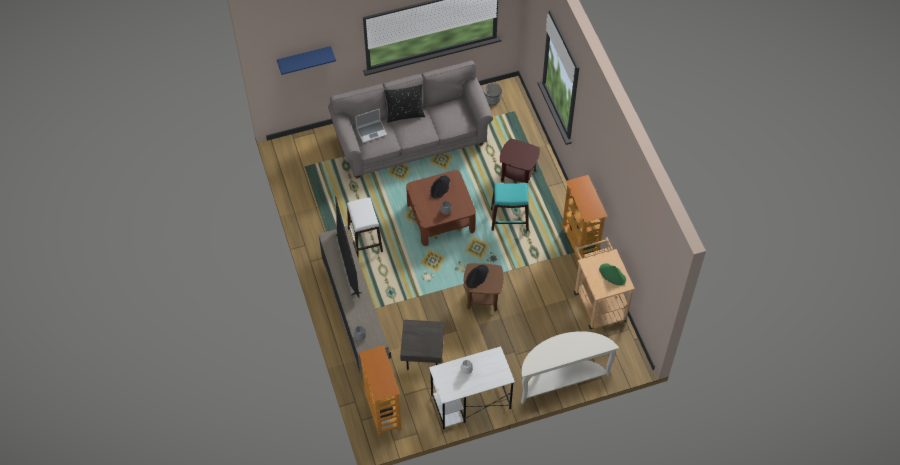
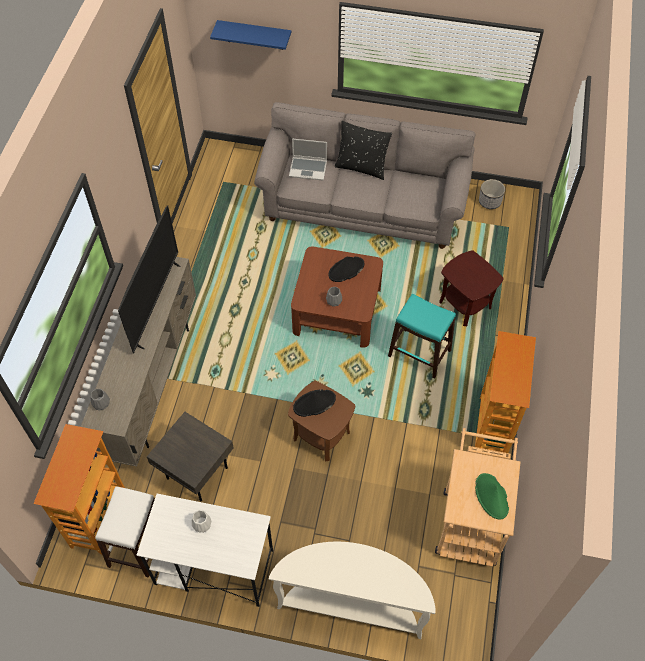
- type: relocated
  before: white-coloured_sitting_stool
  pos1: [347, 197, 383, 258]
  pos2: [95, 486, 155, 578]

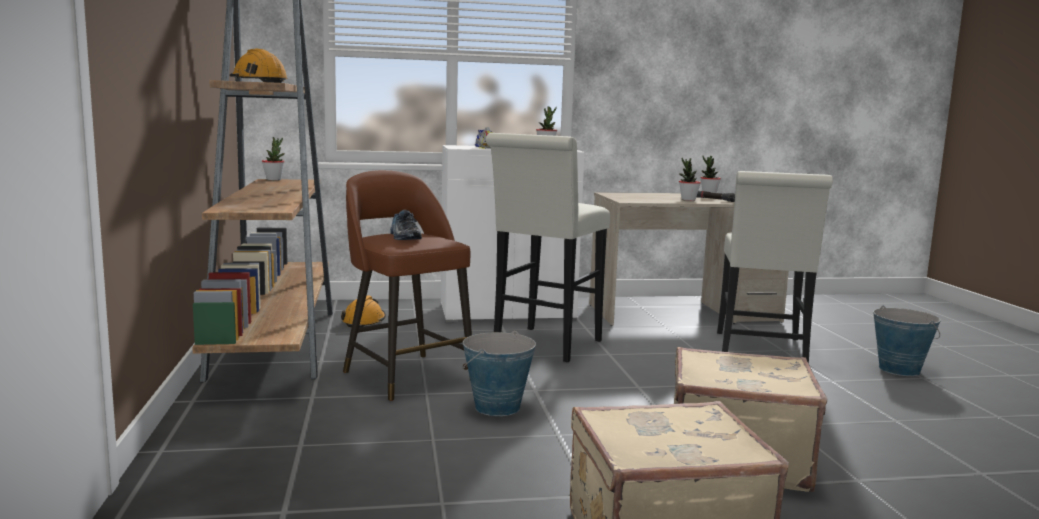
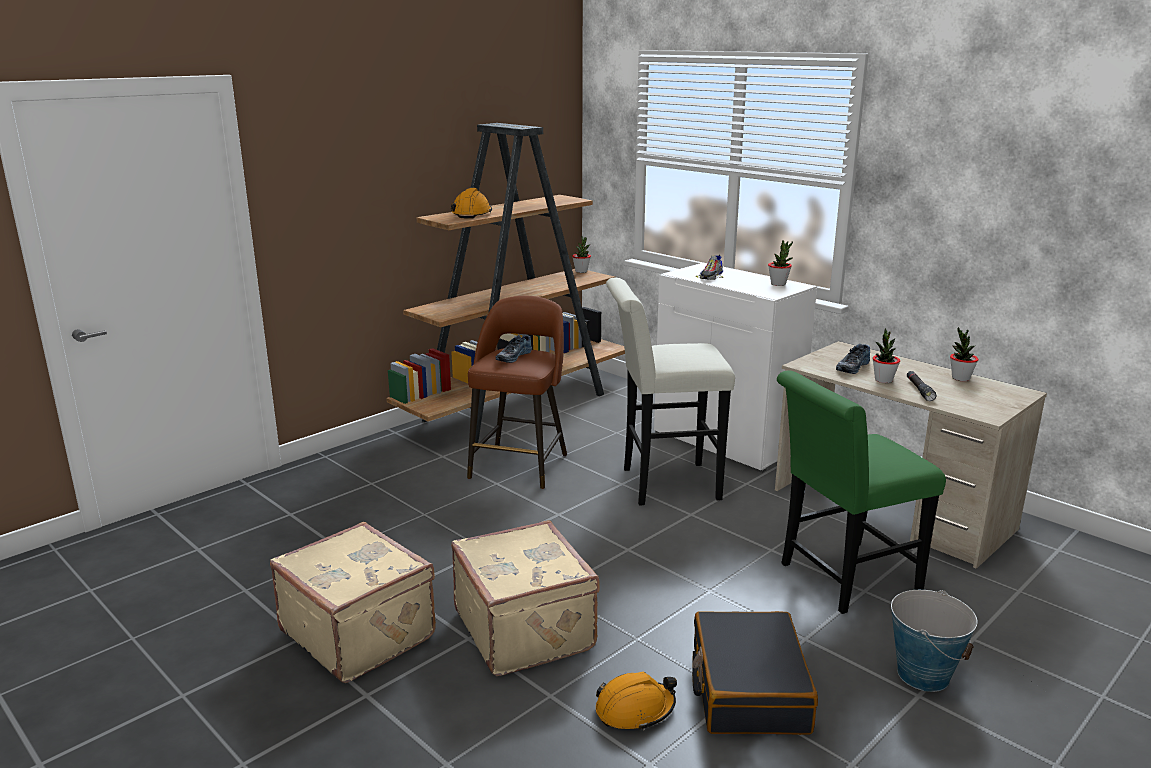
- type: relocated
  before: orangey_hard_hat
  pos1: [341, 295, 386, 328]
  pos2: [596, 672, 677, 731]
- type: appeared
  after: black-coloured_piece_of_luggage
  pos2: [692, 611, 818, 735]
- type: colour
  before: white-coloured_plain_chair
  after: greenish_plain_chair
  pos1: [717, 171, 833, 363]
  pos2: [777, 370, 946, 614]
- type: appeared
  after: shoe
  pos2: [836, 344, 870, 374]
- type: missing
  before: water_bucket
  pos1: [462, 331, 536, 416]

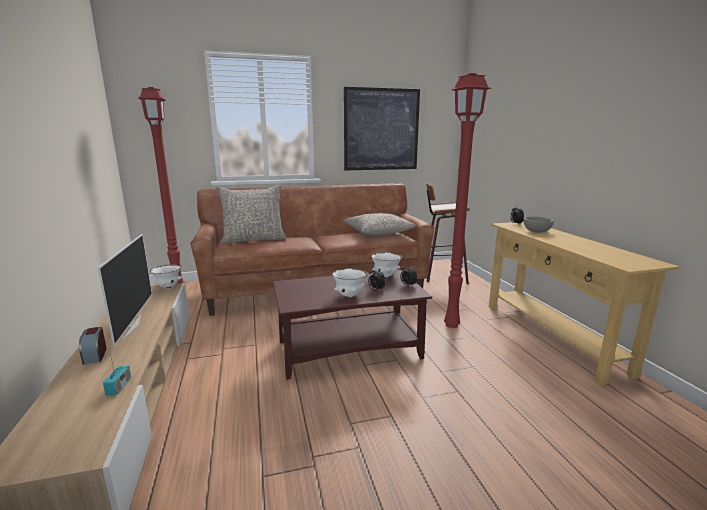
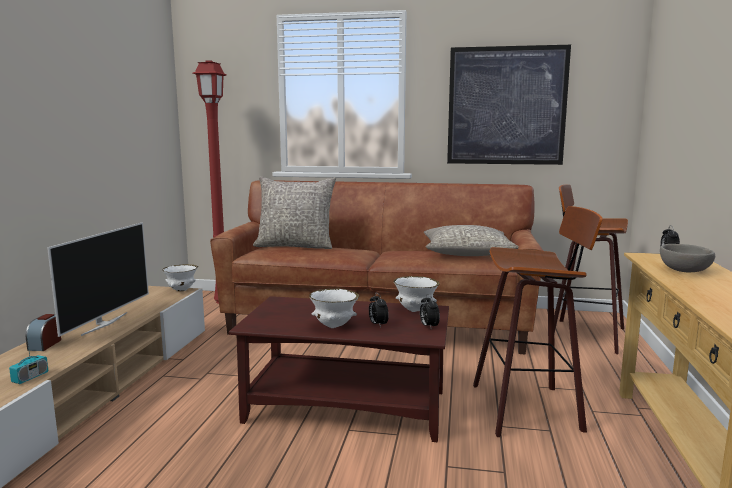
- type: exchanged
  before: red-coloured_floor_lamp
  after: sitting_stool
  pos1: [444, 73, 491, 328]
  pos2: [473, 206, 603, 437]

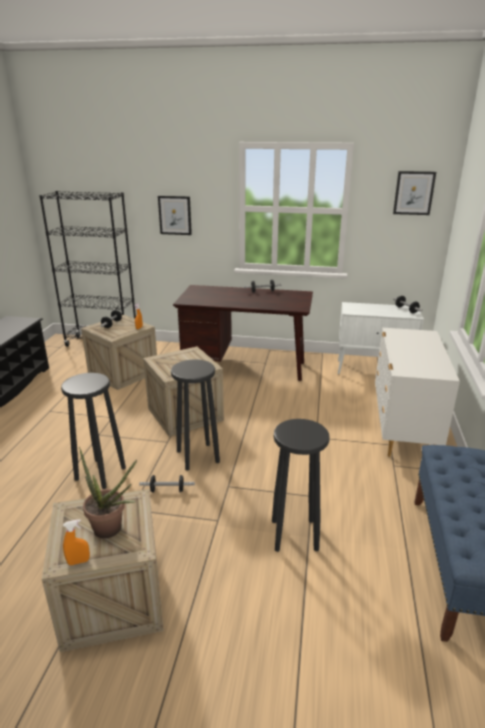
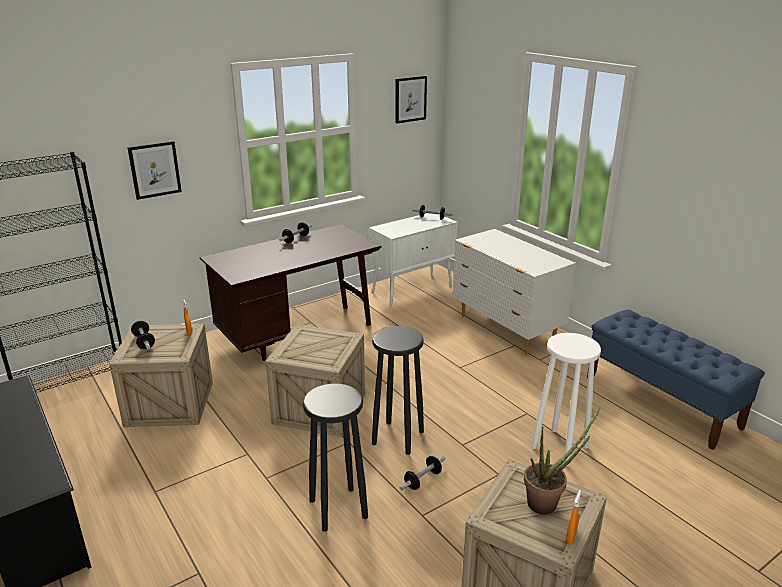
- type: colour
  before: black-coloured_sitting_stool
  after: white-coloured_sitting_stool
  pos1: [272, 419, 329, 552]
  pos2: [532, 333, 601, 466]

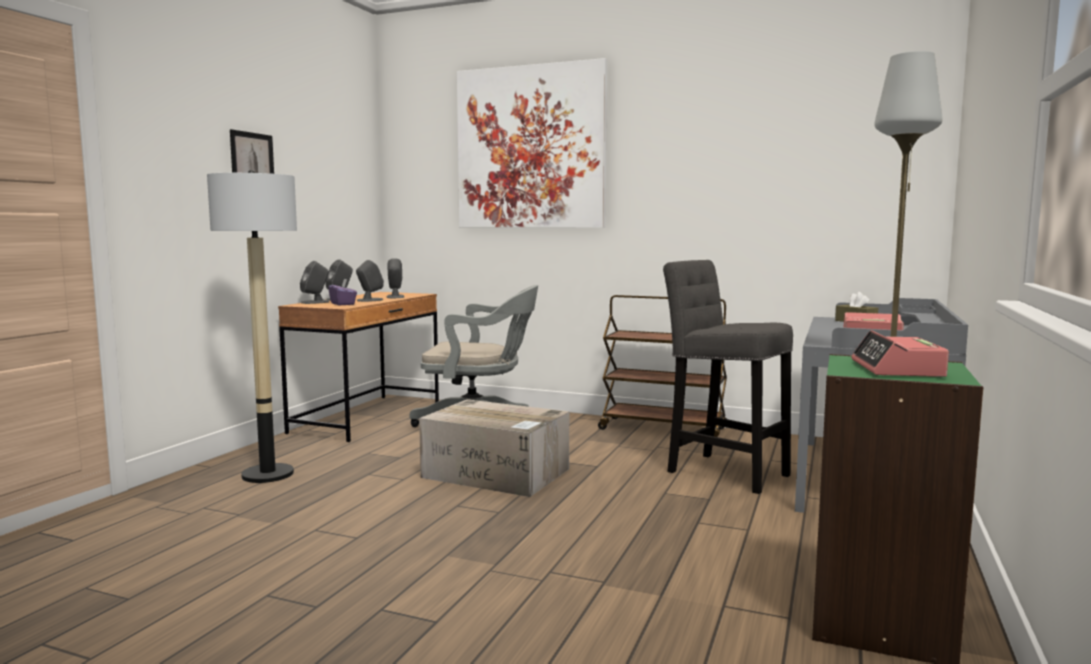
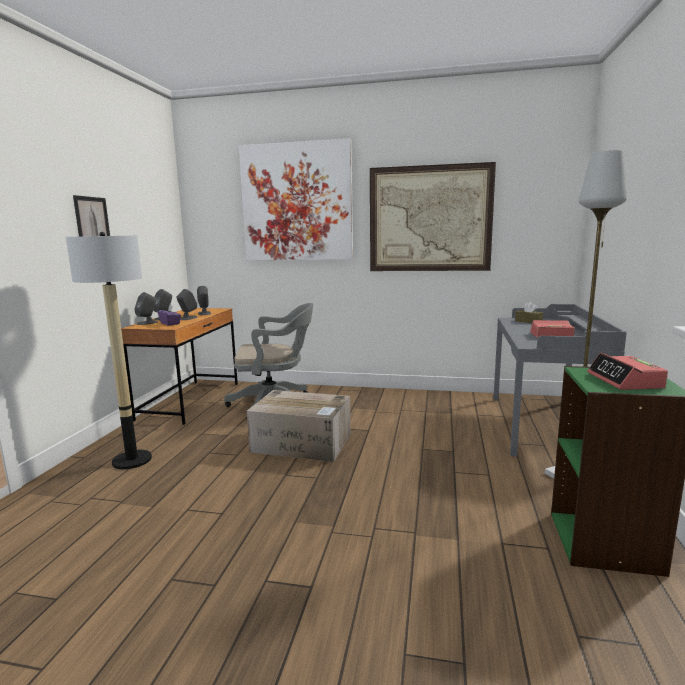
- type: appeared
  after: wall_art
  pos2: [370, 162, 496, 271]
- type: missing
  before: brown_cart
  pos1: [598, 295, 727, 437]
- type: missing
  before: grey_sitting_stool
  pos1: [663, 260, 793, 494]

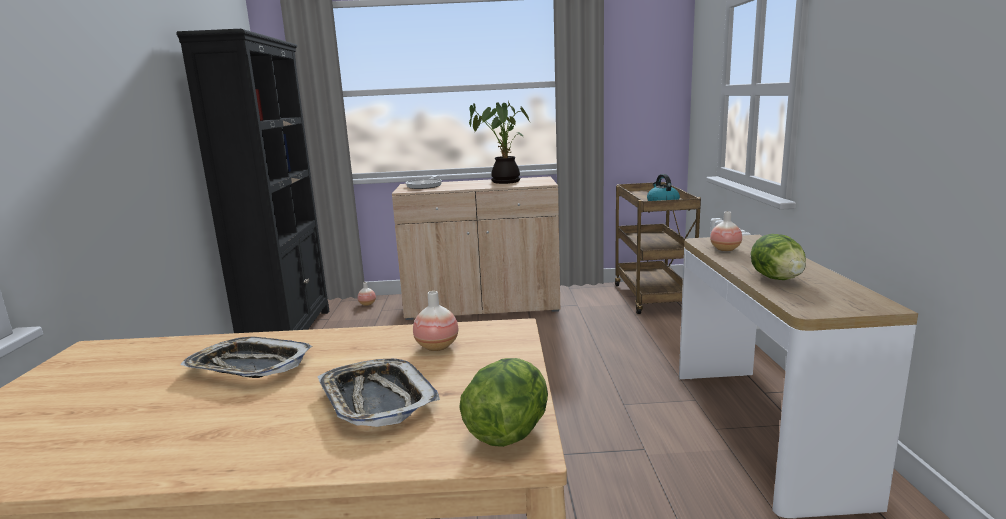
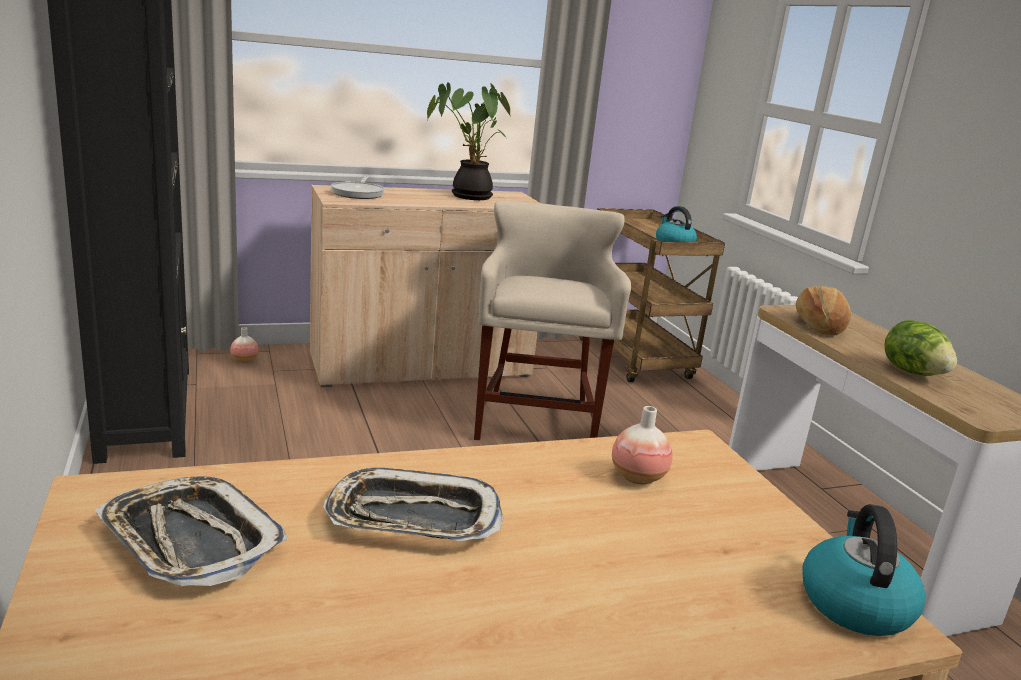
- type: relocated
  before: serving_tray
  pos1: [317, 359, 440, 427]
  pos2: [95, 476, 288, 586]
- type: appeared
  after: beige_sitting_stool
  pos2: [474, 200, 631, 440]
- type: exchanged
  before: flower_vase
  after: baked_bread
  pos1: [710, 211, 742, 251]
  pos2: [796, 286, 851, 336]
- type: exchanged
  before: lettuce_head
  after: water_kettle
  pos1: [459, 358, 548, 447]
  pos2: [802, 504, 926, 636]

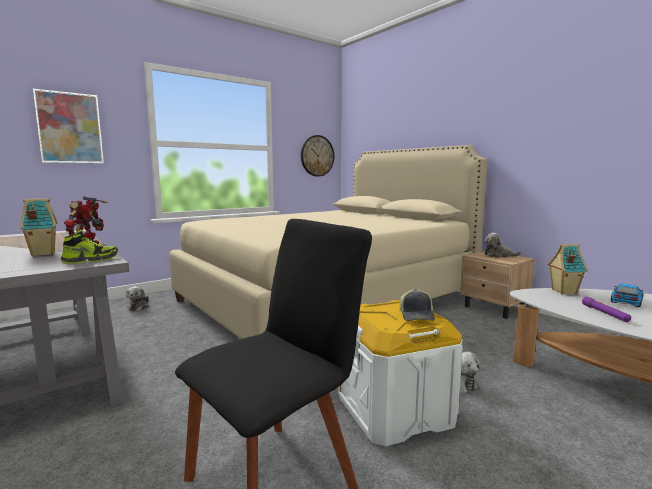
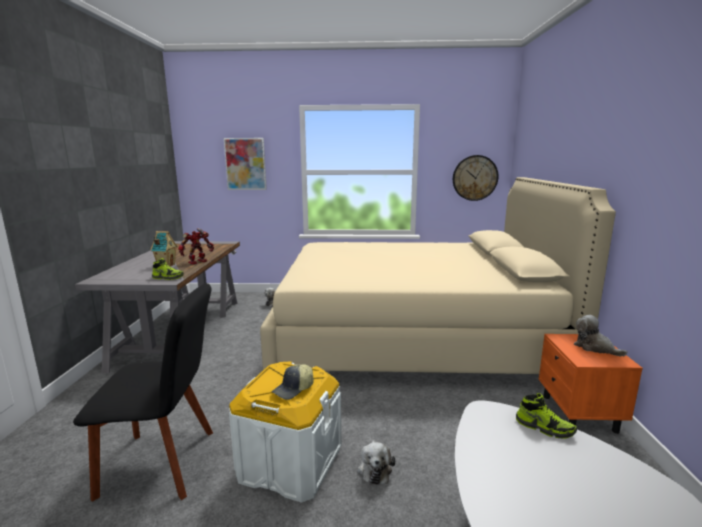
- type: exchanged
  before: model_house
  after: shoe
  pos1: [547, 244, 588, 294]
  pos2: [516, 393, 577, 439]
- type: colour
  before: beige_bedside_table
  after: orangey_bedside_table
  pos1: [460, 251, 535, 319]
  pos2: [539, 334, 643, 434]
- type: missing
  before: purple_torch
  pos1: [582, 297, 631, 322]
- type: missing
  before: model_car
  pos1: [611, 284, 644, 307]

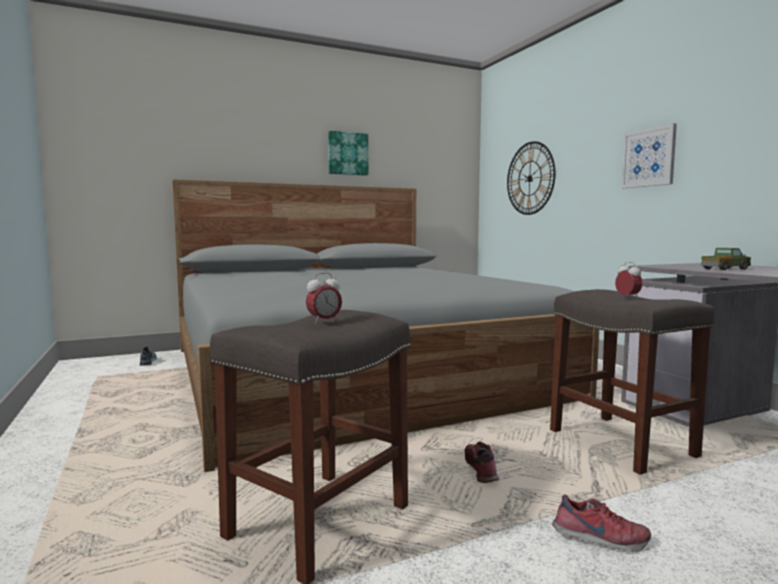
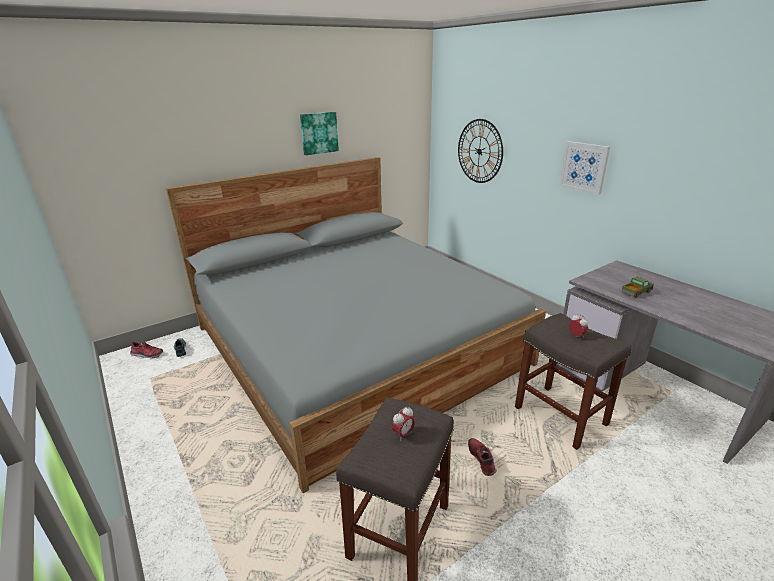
- type: relocated
  before: shoe
  pos1: [552, 494, 651, 552]
  pos2: [130, 342, 163, 358]

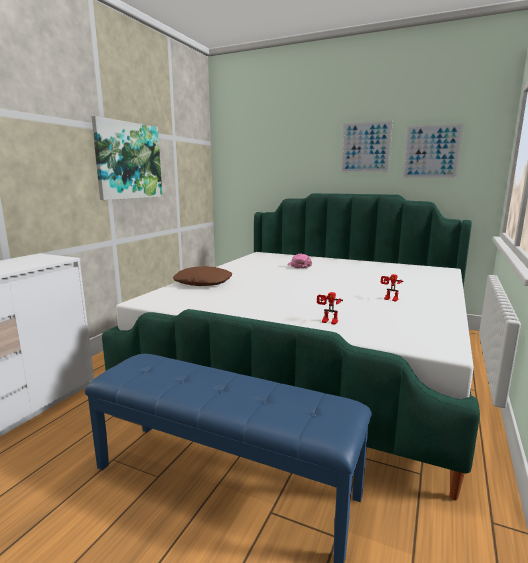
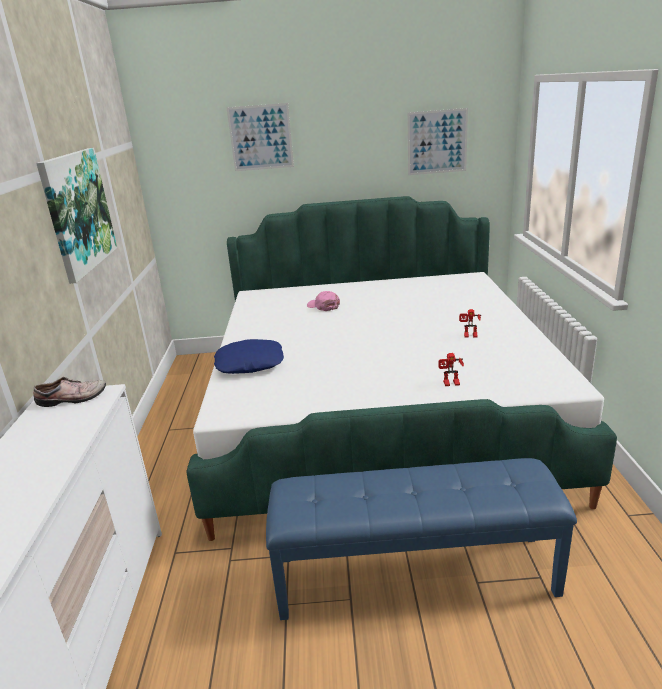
- type: appeared
  after: shoe
  pos2: [33, 377, 106, 407]
- type: colour
  before: brown_throw_pillow
  after: blue_throw_pillow
  pos1: [173, 266, 232, 286]
  pos2: [214, 339, 284, 374]
- type: relocated
  before: wall_art
  pos1: [341, 120, 393, 172]
  pos2: [227, 103, 294, 171]

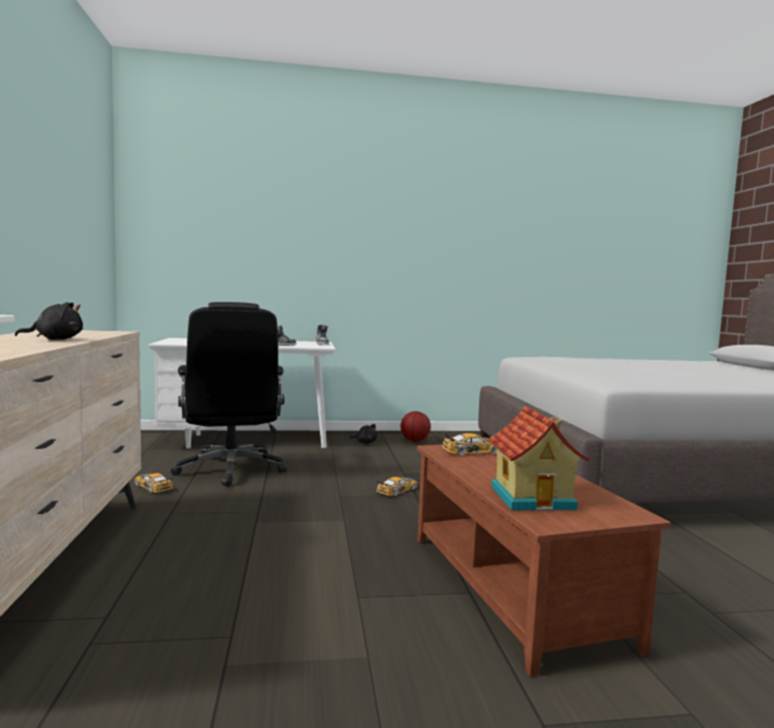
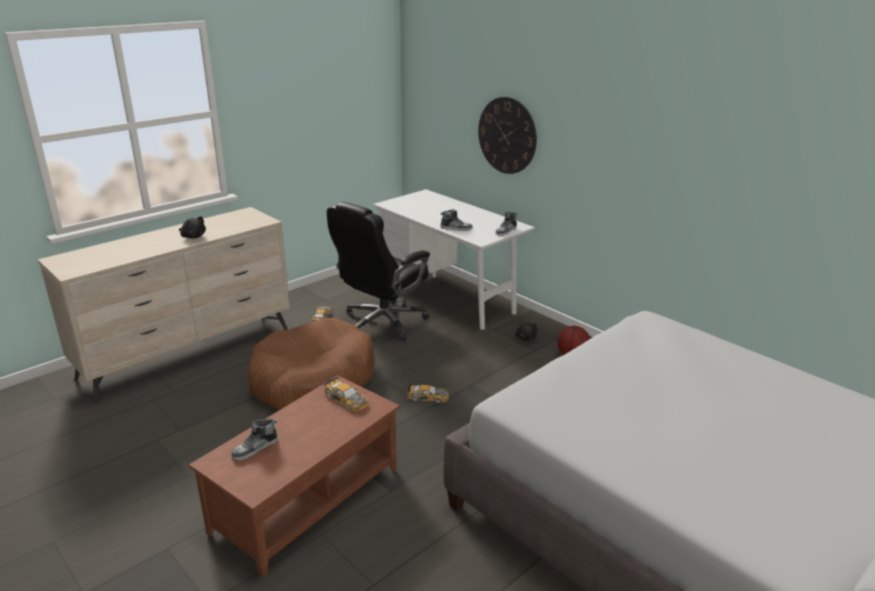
- type: exchanged
  before: model_house
  after: shoe
  pos1: [488, 406, 590, 511]
  pos2: [231, 419, 278, 460]
- type: appeared
  after: brown_dog_cushion
  pos2: [248, 318, 375, 409]
- type: appeared
  after: wall_clock
  pos2: [478, 97, 537, 174]

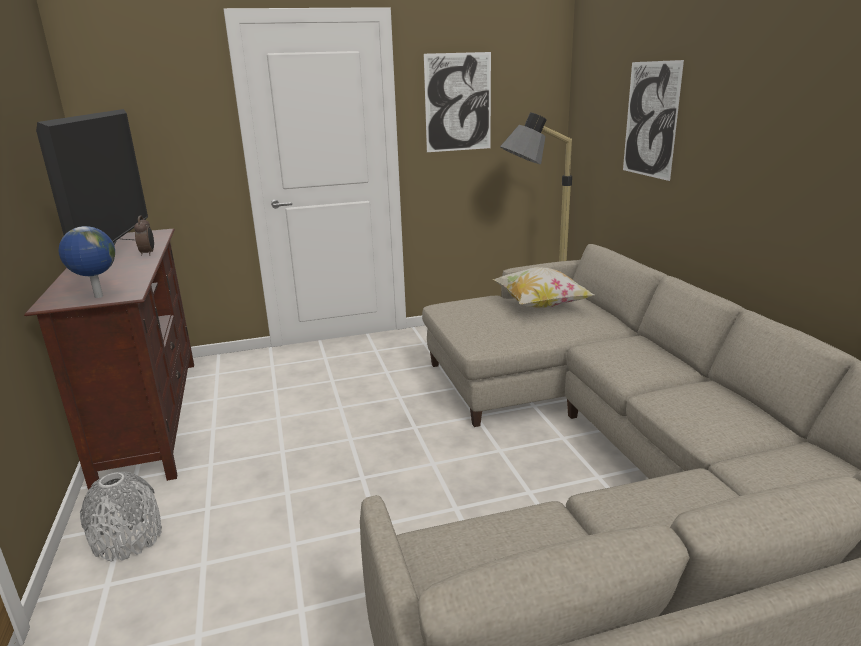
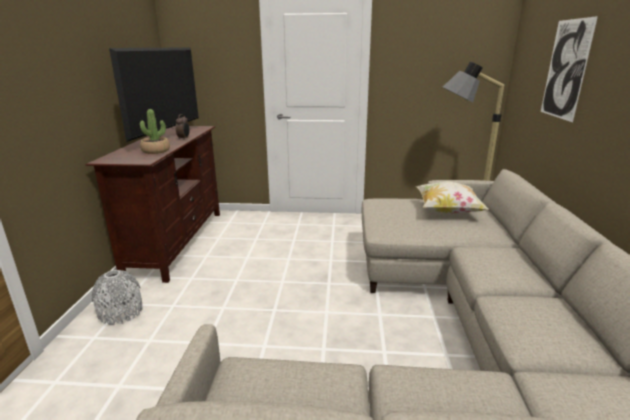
- type: appeared
  after: houseplant
  pos2: [140, 109, 170, 154]
- type: missing
  before: desk_globe
  pos1: [59, 226, 115, 298]
- type: missing
  before: wall_art
  pos1: [424, 52, 491, 152]

